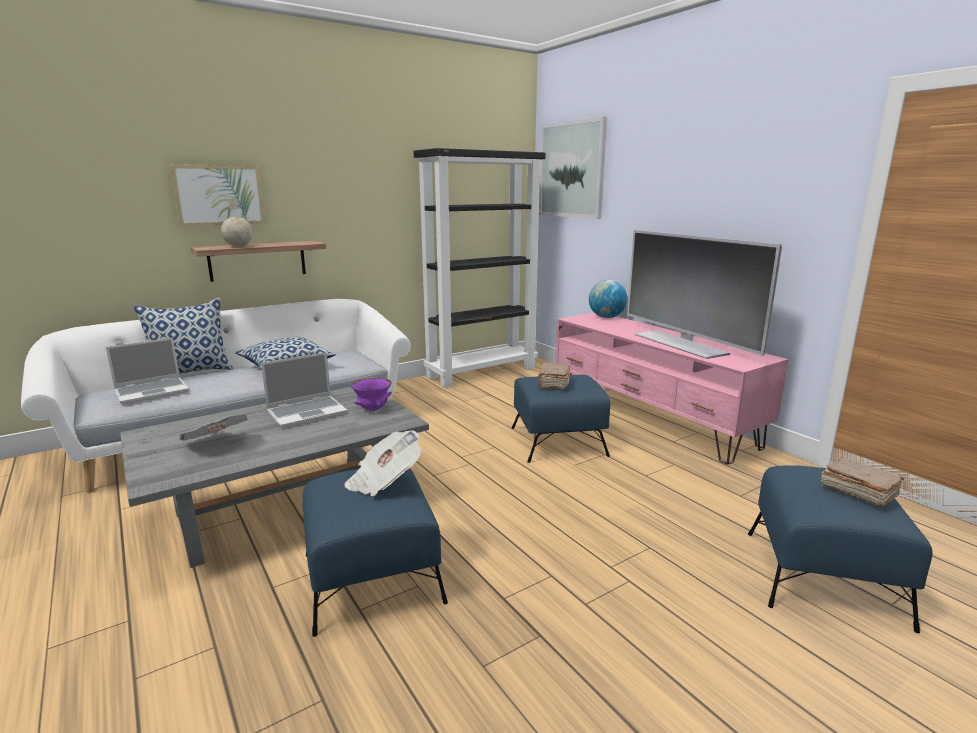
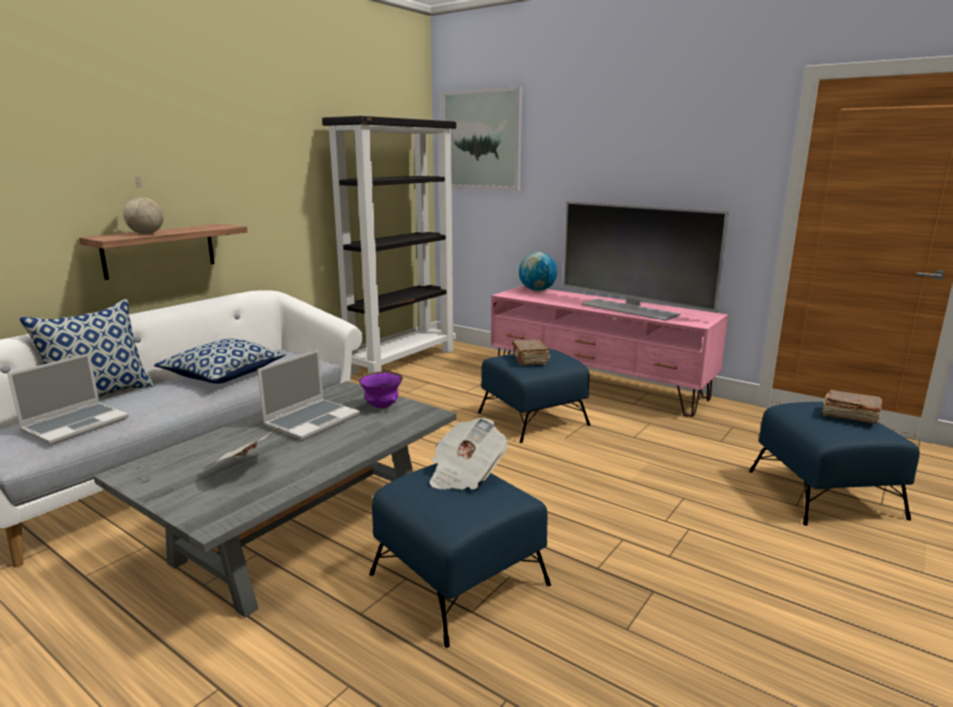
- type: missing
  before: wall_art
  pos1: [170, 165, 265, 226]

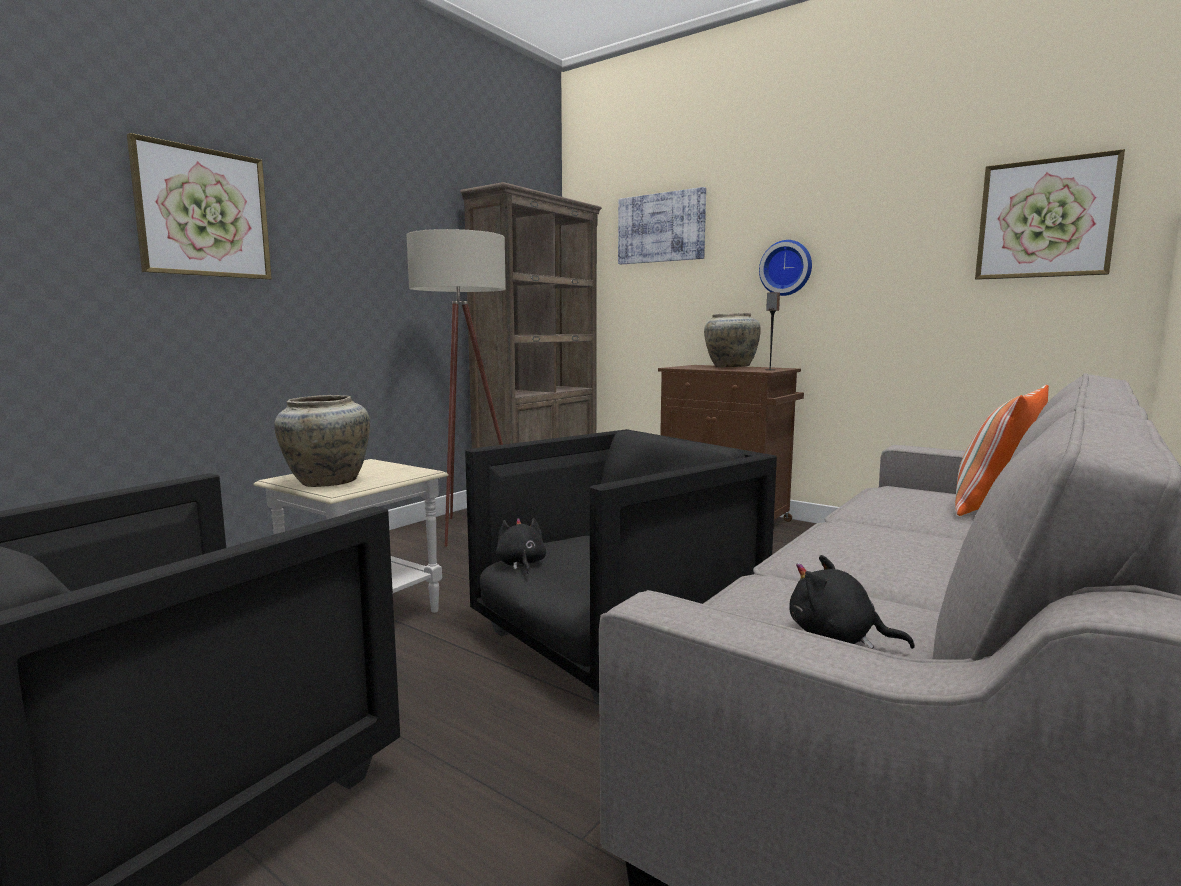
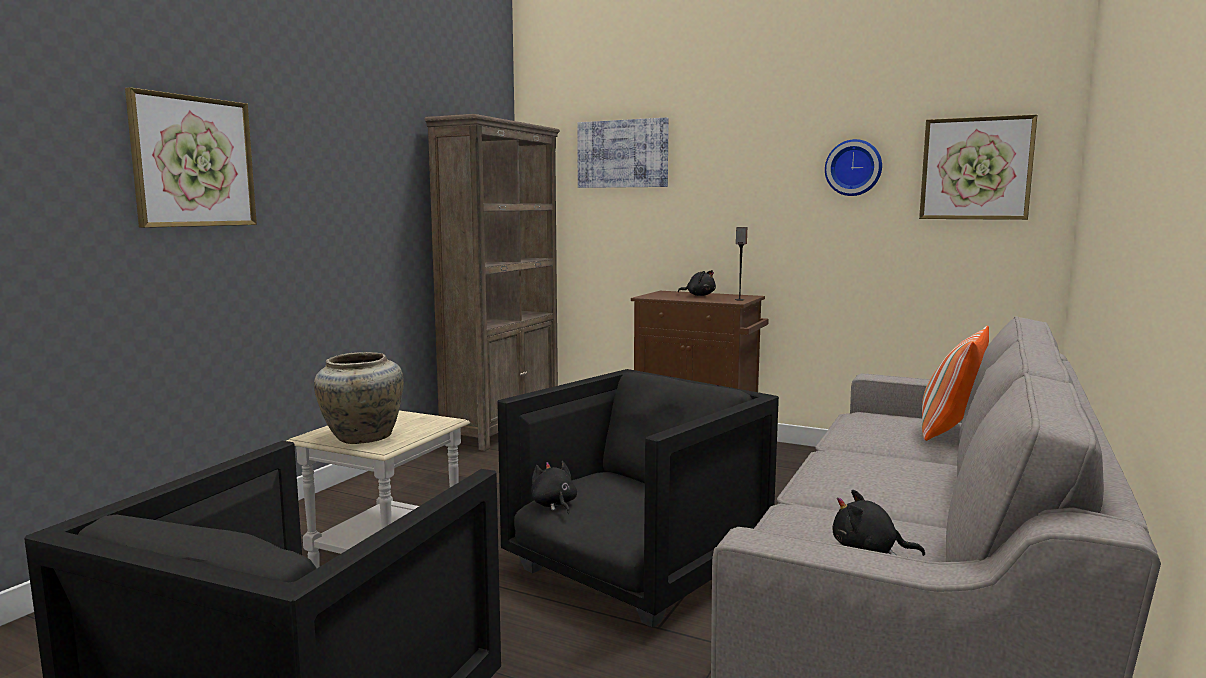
- type: exchanged
  before: beige_flower_vase
  after: black-coloured_plush_toy
  pos1: [704, 313, 761, 368]
  pos2: [678, 270, 716, 296]
- type: relocated
  before: wall_clock
  pos1: [759, 240, 812, 296]
  pos2: [825, 139, 882, 196]
- type: missing
  before: beige_floor_lamp
  pos1: [407, 229, 506, 547]

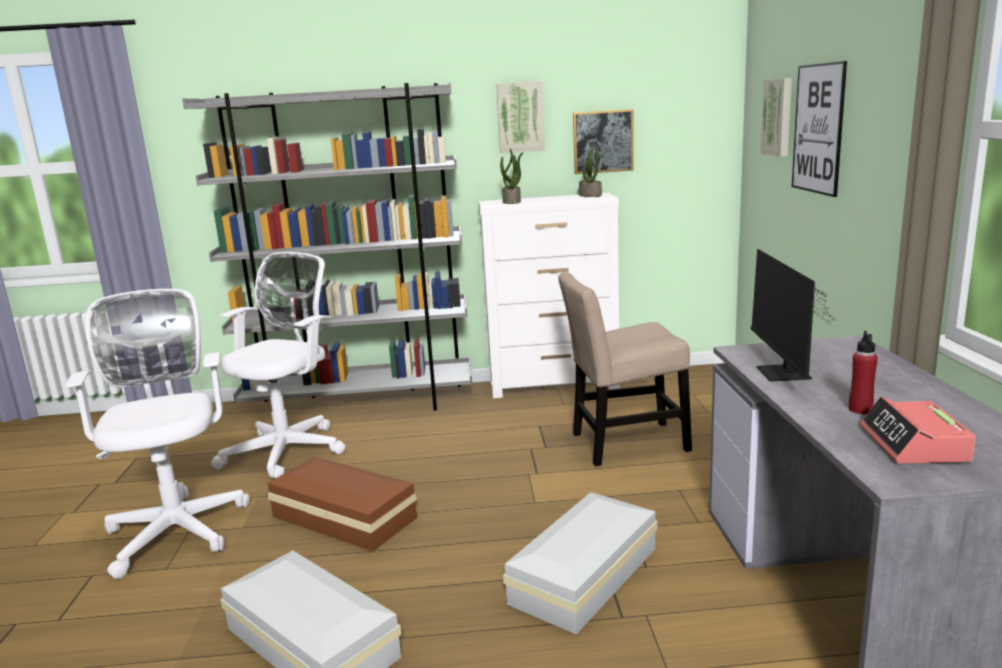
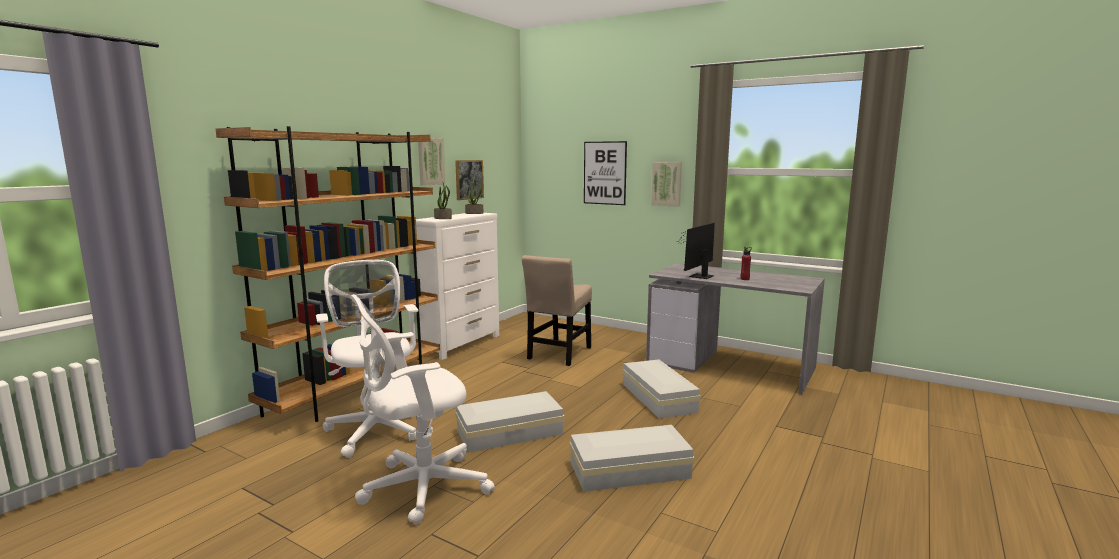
- type: colour
  before: grey_bookshelf
  after: brown_bookshelf
  pos1: [182, 83, 472, 411]
  pos2: [216, 126, 440, 422]
- type: spun
  before: white-coloured_office_chair
  pos1: [65, 289, 250, 579]
  pos2: [351, 294, 495, 525]
  turn: -45
- type: colour
  before: brown_storage_box
  after: white-coloured_storage_box
  pos1: [267, 457, 417, 551]
  pos2: [455, 391, 564, 453]
- type: relocated
  before: wall_art
  pos1: [760, 78, 792, 157]
  pos2: [651, 162, 682, 207]
- type: spun
  before: computer_screen
  pos1: [751, 249, 836, 382]
  pos2: [676, 223, 715, 279]
  turn: 90
- type: missing
  before: table_clock
  pos1: [860, 396, 976, 464]

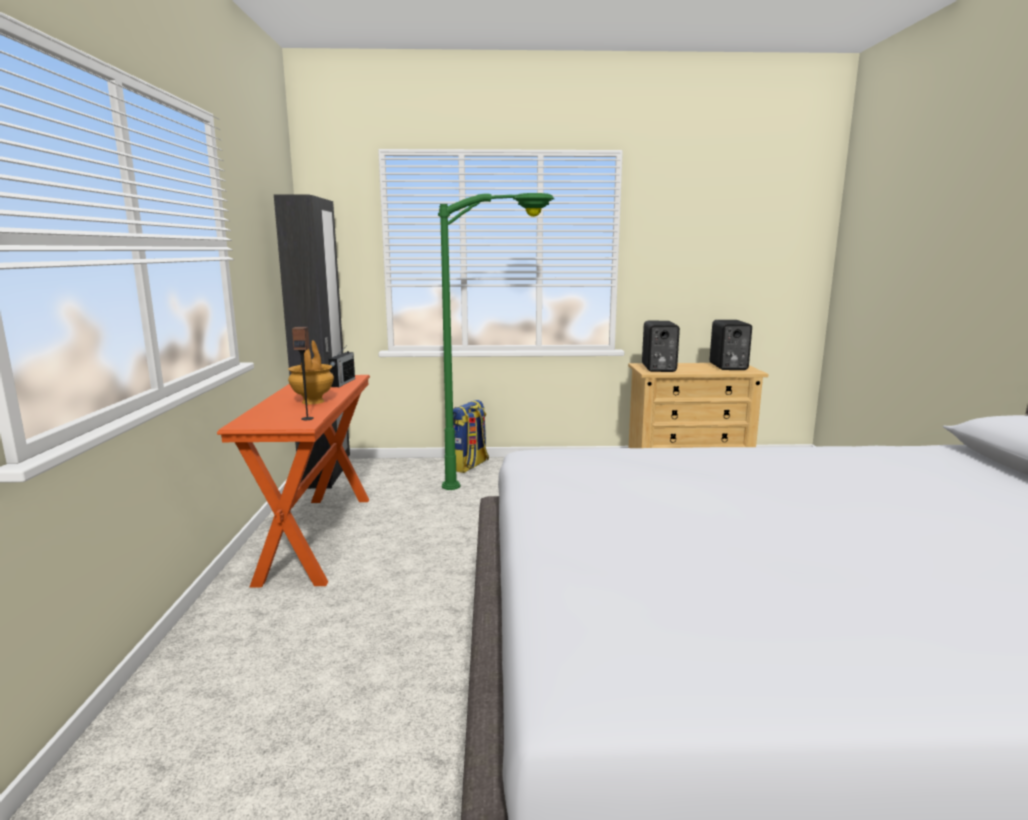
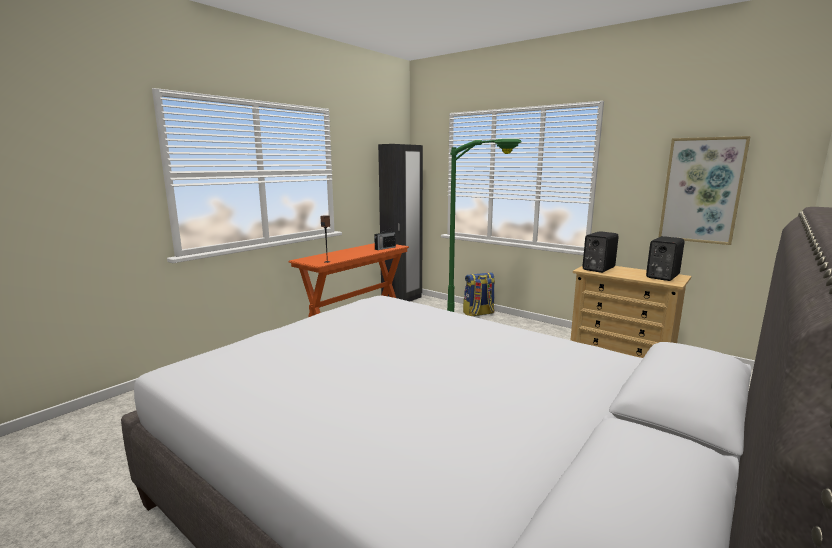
- type: appeared
  after: wall_art
  pos2: [658, 136, 751, 245]
- type: missing
  before: brown_flower_vase
  pos1: [288, 340, 334, 404]

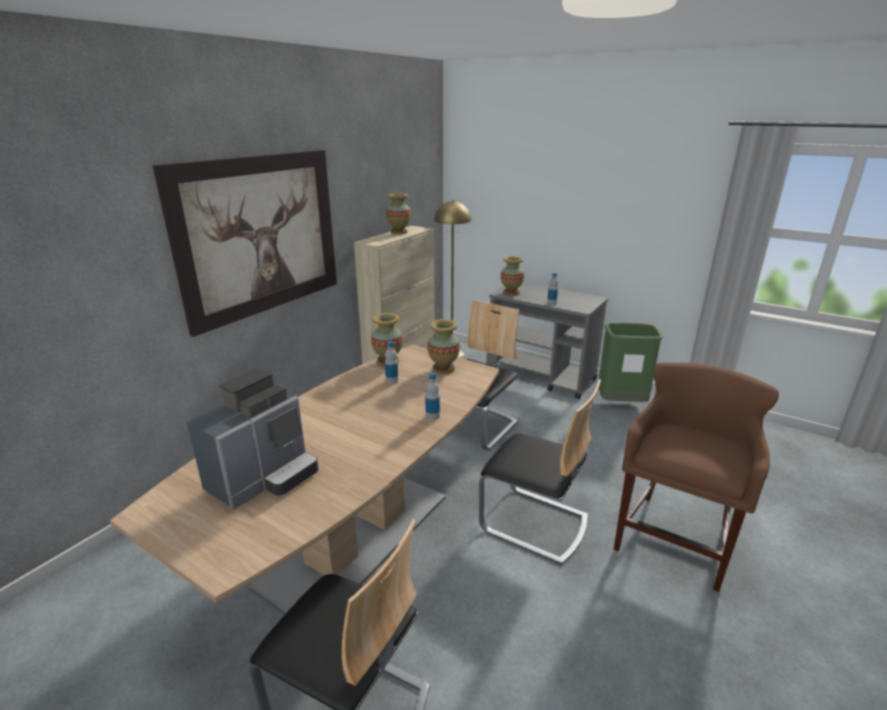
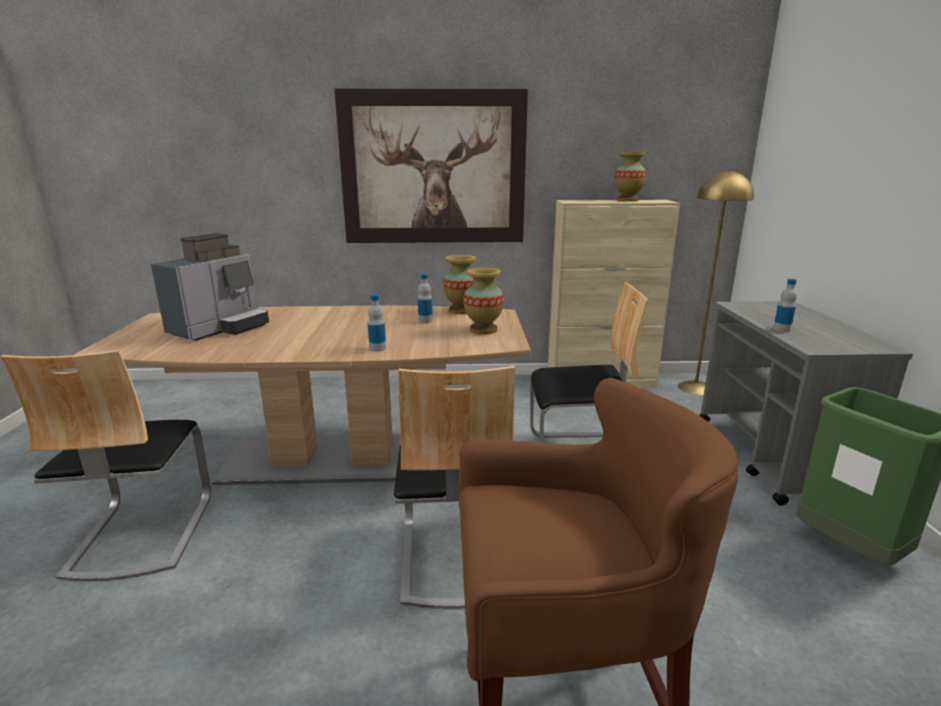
- type: spun
  before: coffee_maker
  pos1: [187, 368, 319, 510]
  pos2: [151, 233, 269, 341]
  turn: -60
- type: missing
  before: flower_vase
  pos1: [501, 256, 524, 295]

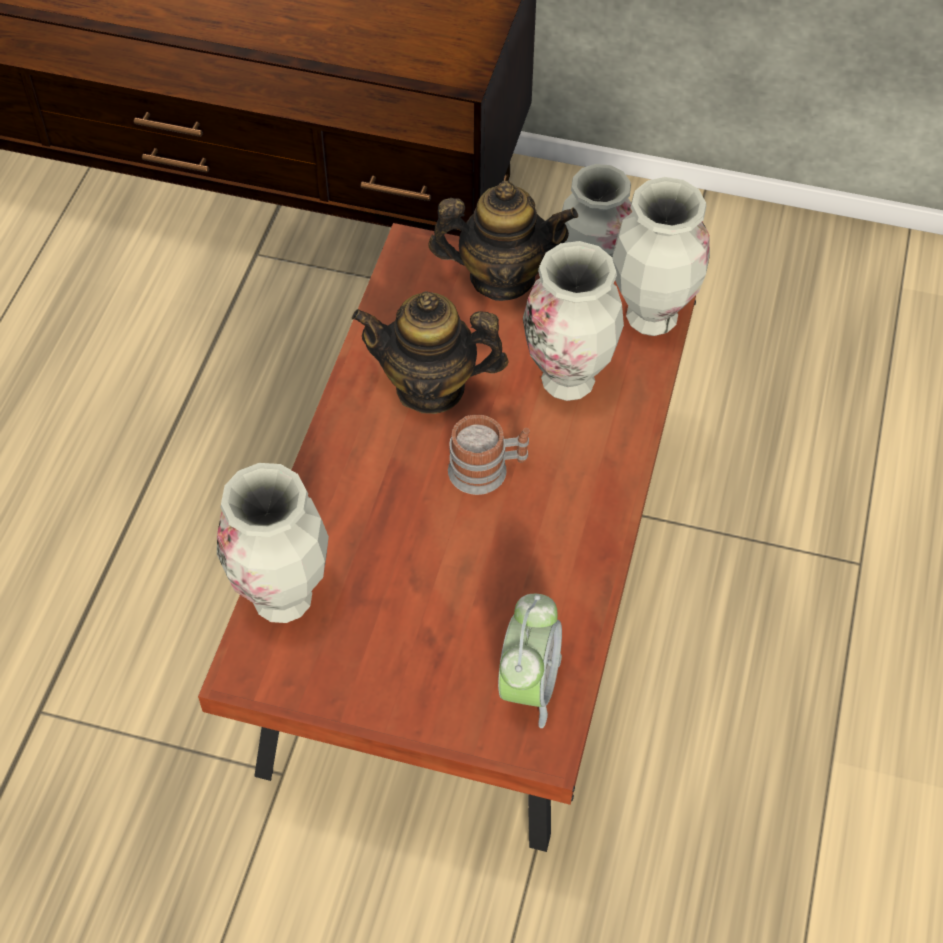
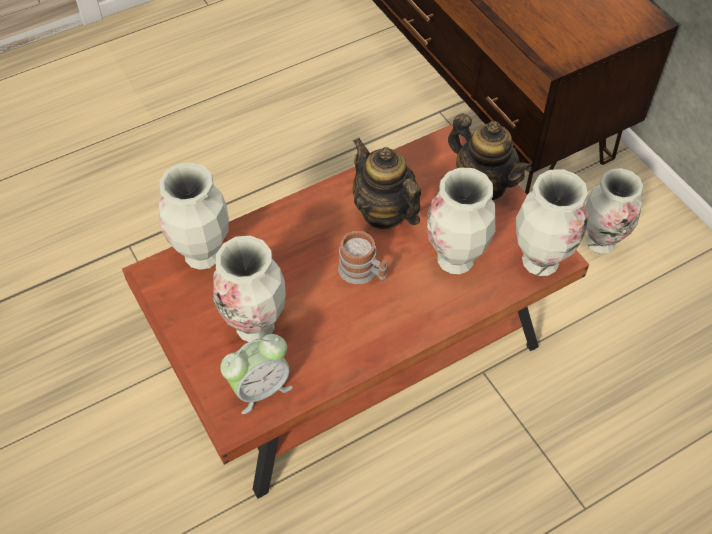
- type: appeared
  after: flower_vase
  pos2: [213, 236, 286, 342]

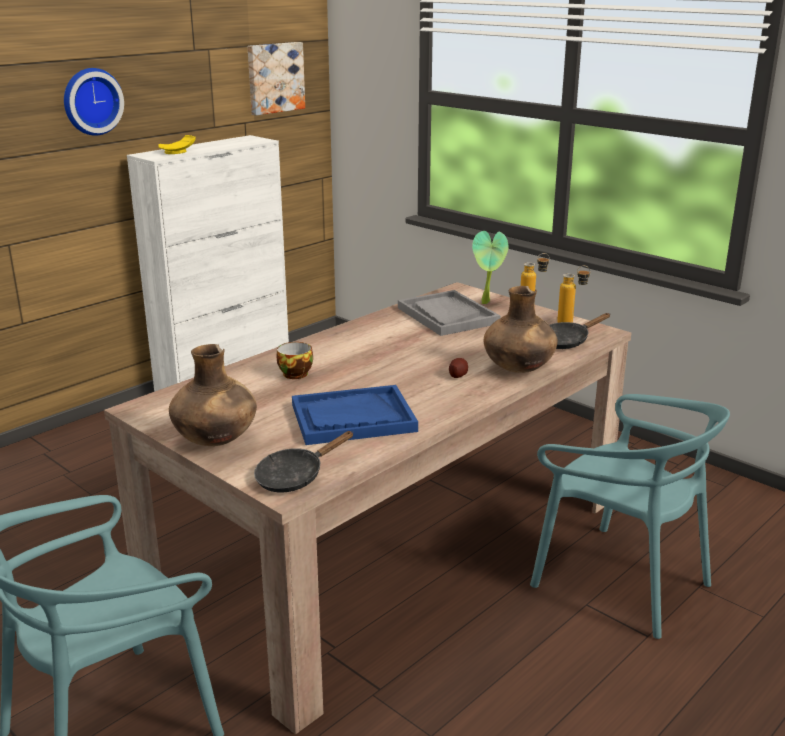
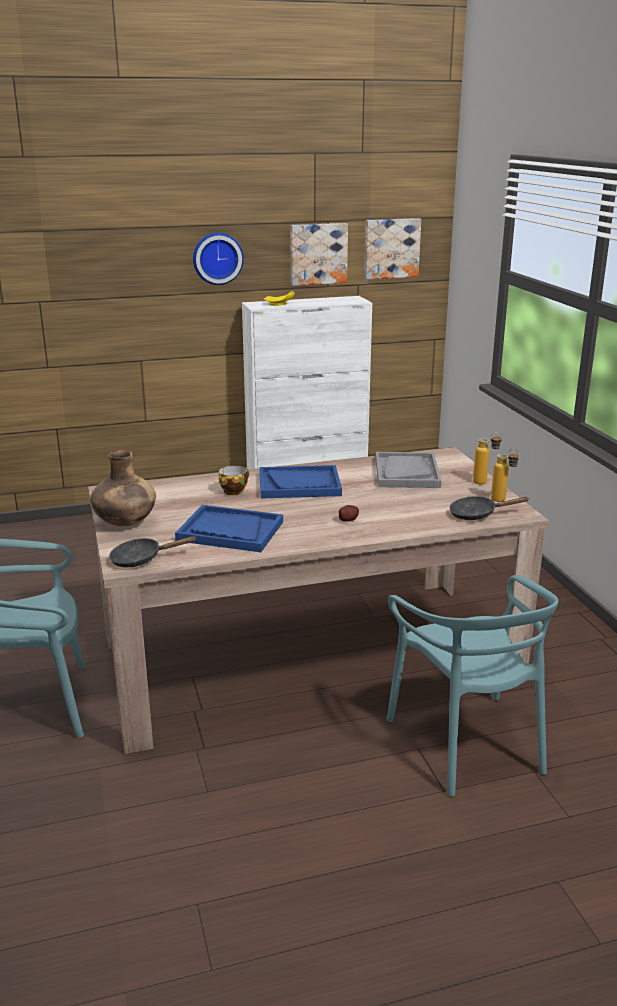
- type: appeared
  after: blue_serving_tray
  pos2: [259, 465, 342, 498]
- type: appeared
  after: wall_art
  pos2: [290, 223, 348, 286]
- type: missing
  before: houseplant
  pos1: [472, 231, 508, 304]
- type: missing
  before: brown_flower_vase
  pos1: [484, 286, 558, 373]

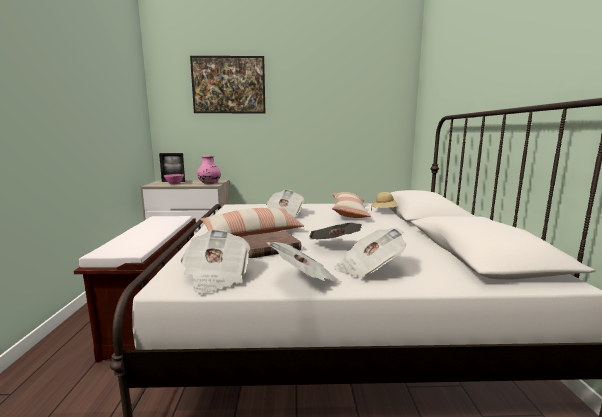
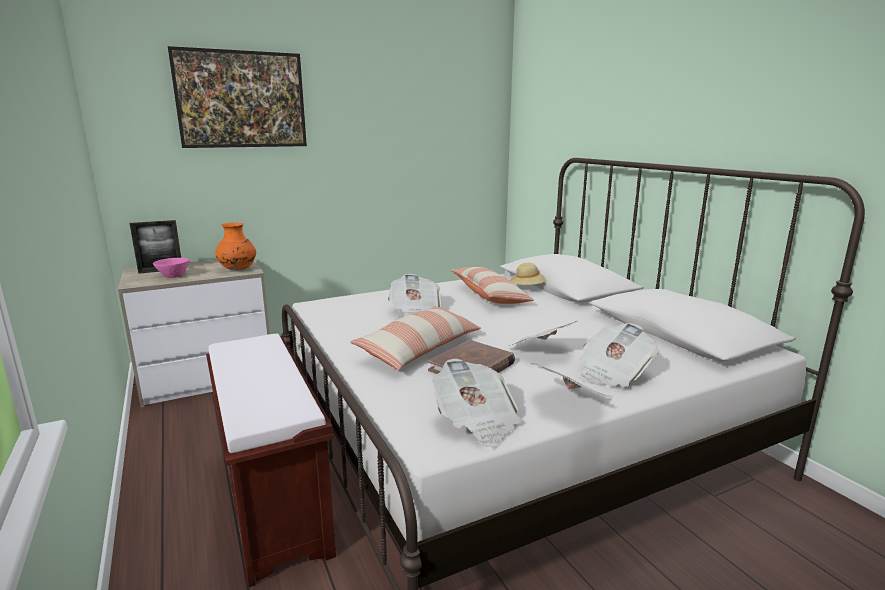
- type: colour
  before: pink-coloured_flower_vase
  after: orangey_flower_vase
  pos1: [197, 156, 221, 184]
  pos2: [215, 223, 256, 270]

